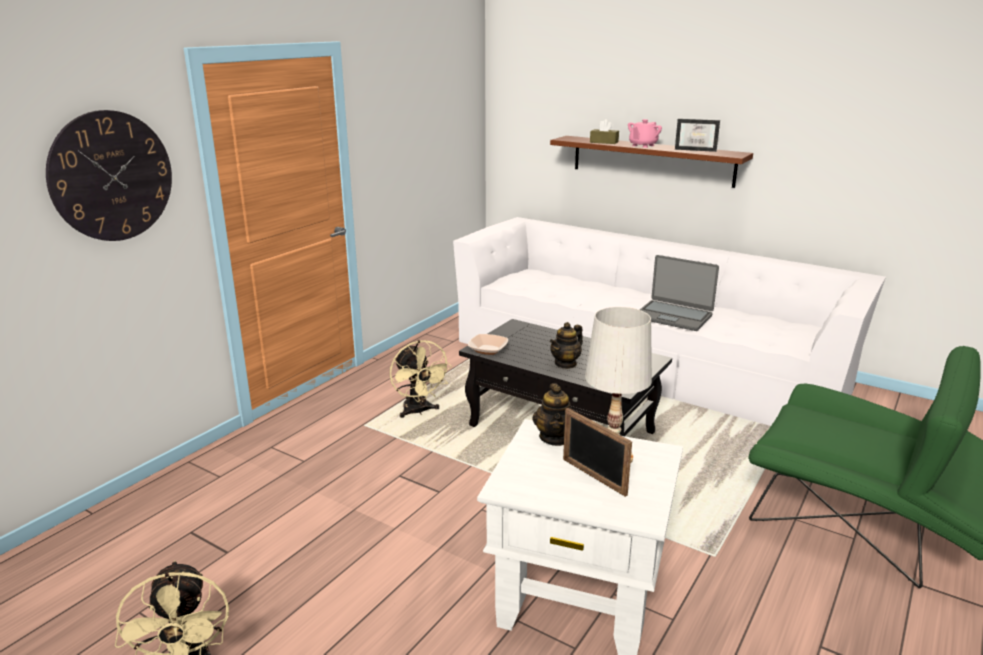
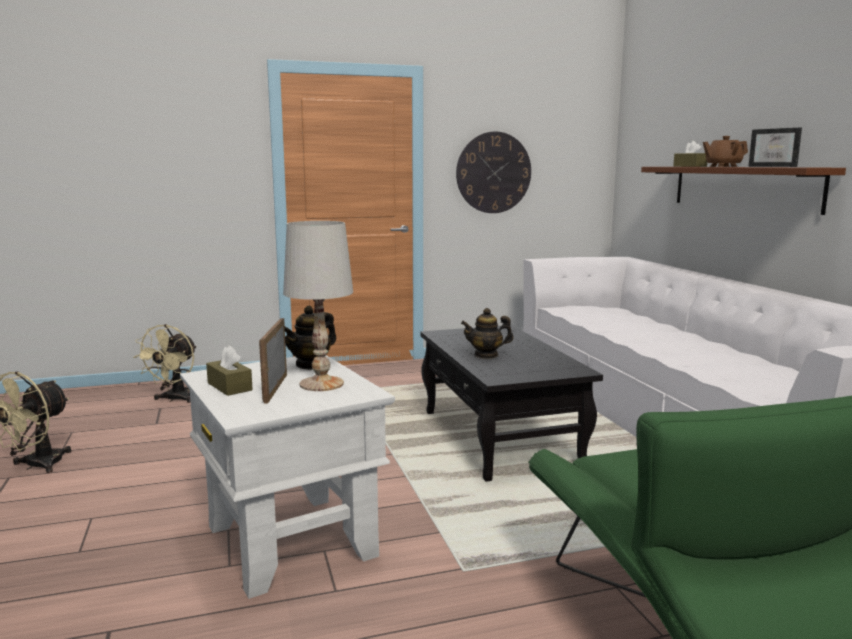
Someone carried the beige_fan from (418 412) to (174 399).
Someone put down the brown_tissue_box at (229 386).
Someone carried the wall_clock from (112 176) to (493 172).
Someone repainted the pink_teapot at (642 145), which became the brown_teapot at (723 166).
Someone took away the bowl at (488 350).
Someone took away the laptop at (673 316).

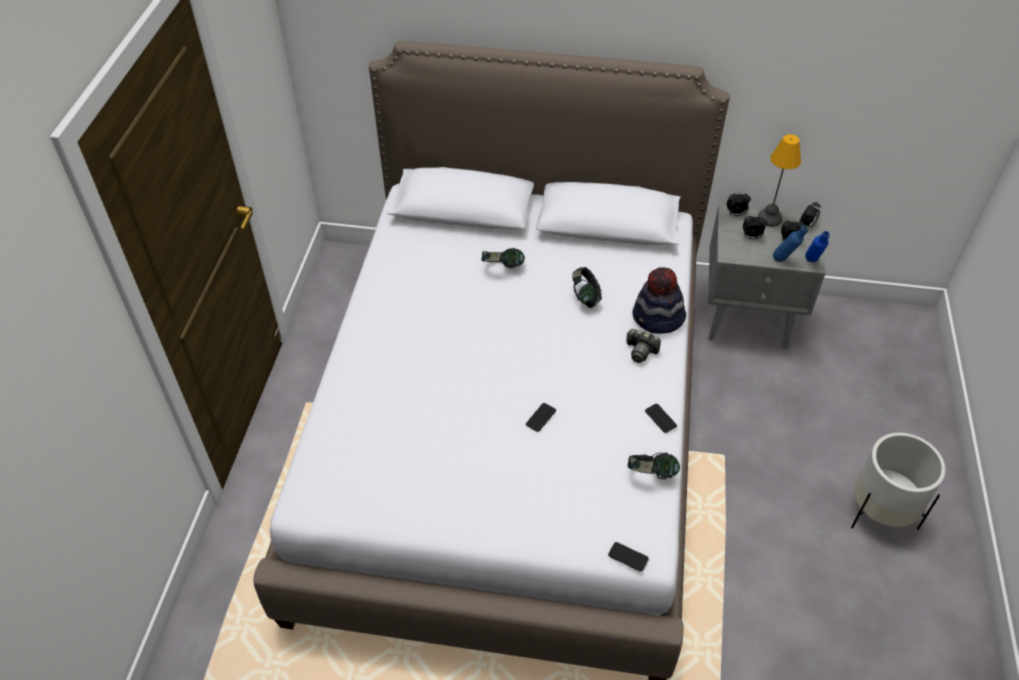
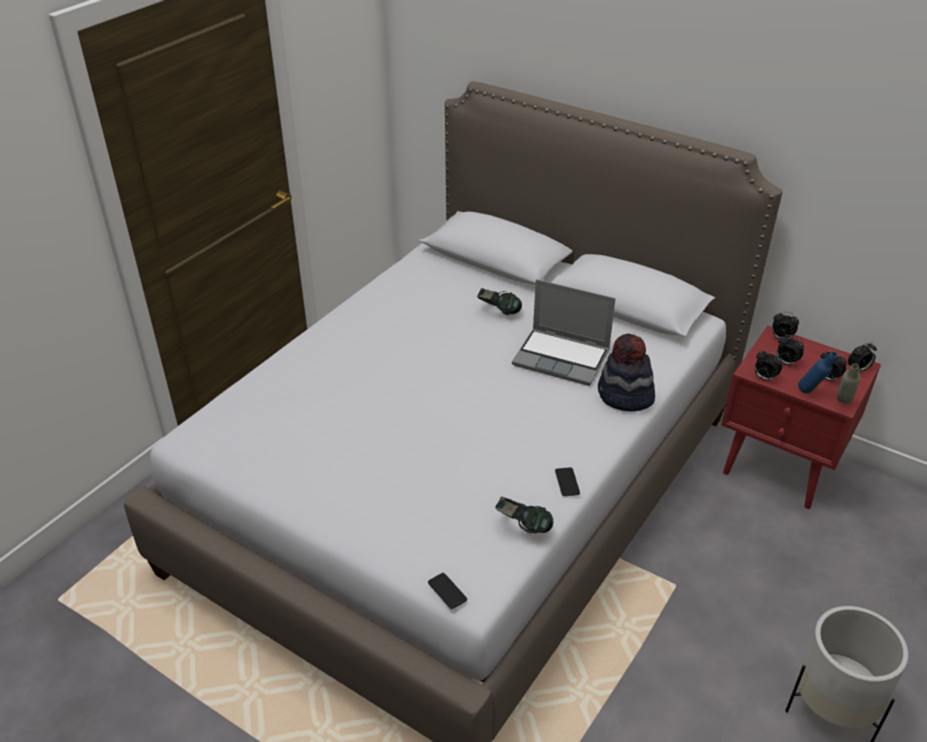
Someone swapped the headphones at (585 297) for the laptop at (562 358).
Someone repainted the grey_nightstand at (749 318), which became the red_nightstand at (780 467).
Someone put down the alarm_clock at (764 378).
Someone repainted the blue_bottle at (812 263), which became the grey_bottle at (842 404).
Someone took away the phone at (540 417).
Someone took away the photo_camera at (640 351).
Someone took away the table_lamp at (770 218).

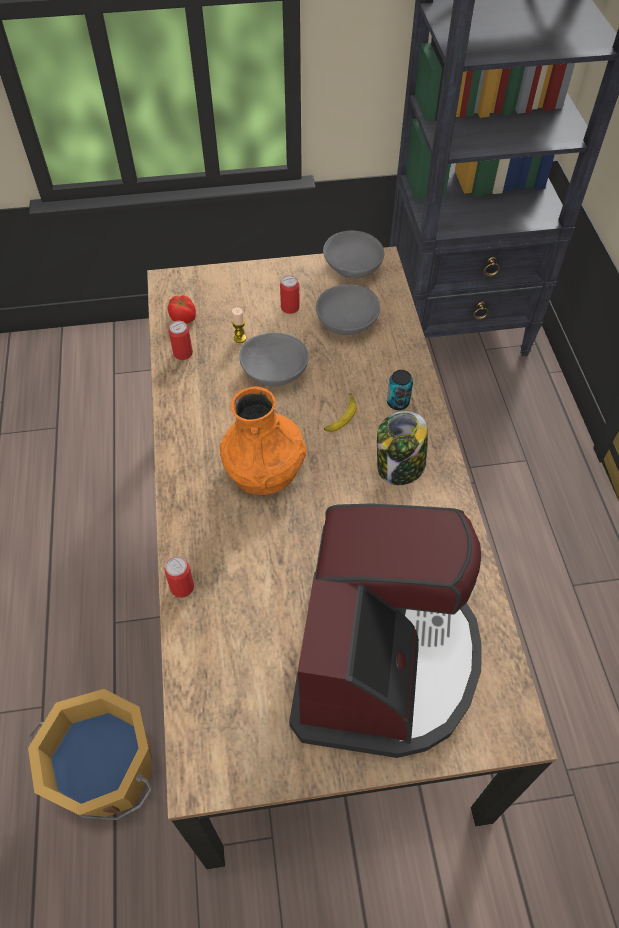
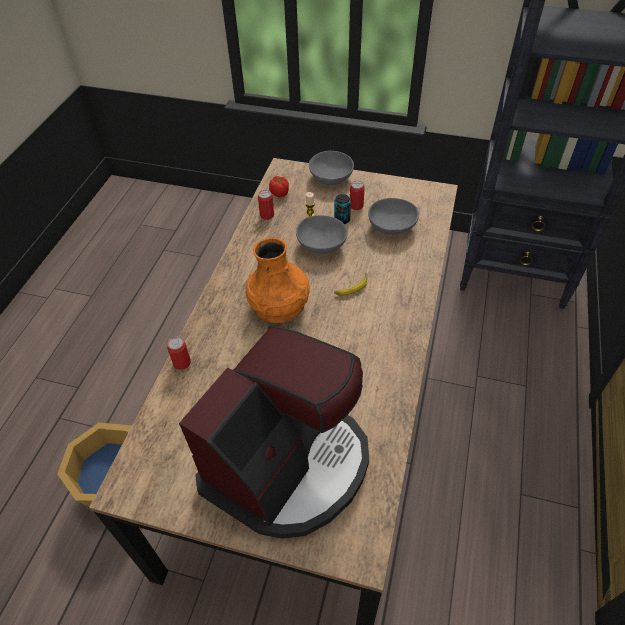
Someone carried the grey_bowl from (353 267) to (331 178).
Someone carried the can from (398 402) to (342 220).
Someone took away the jar at (400 467).

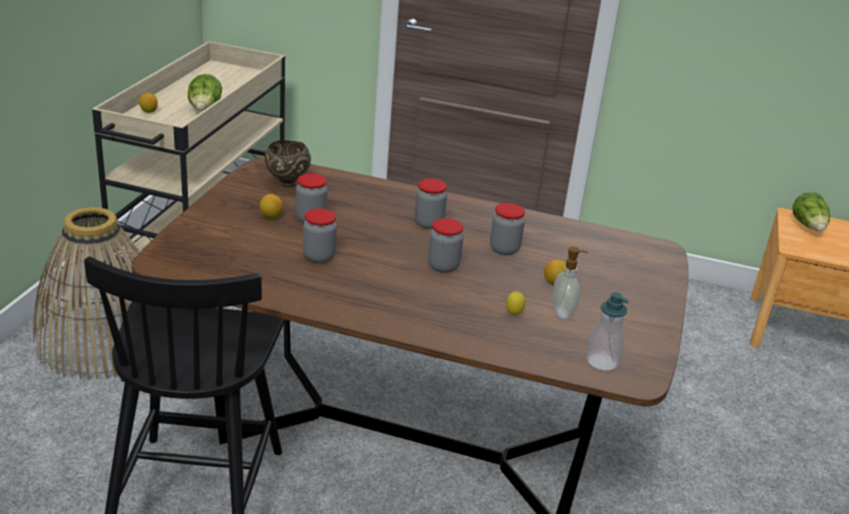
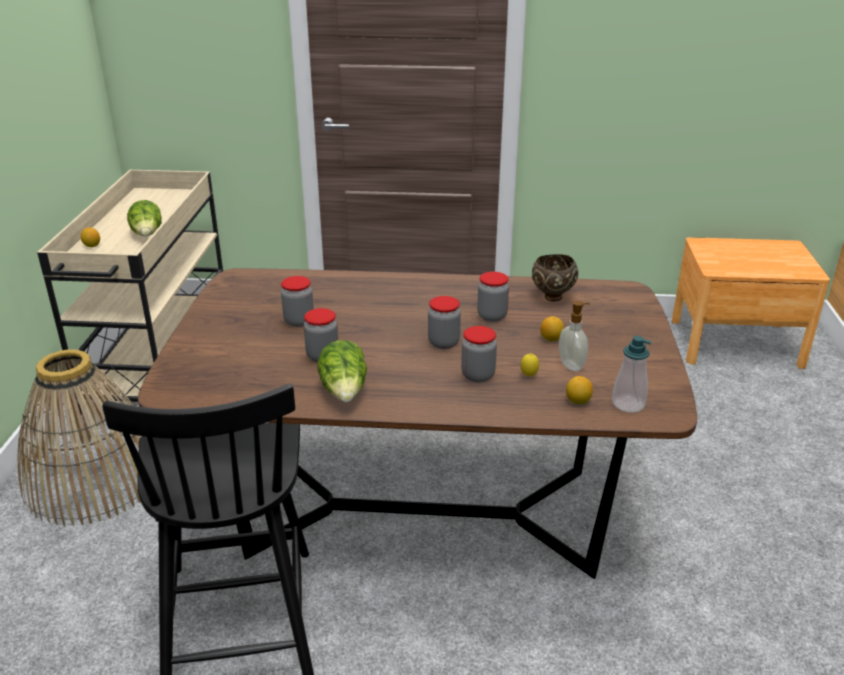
Someone carried the lettuce from (809 227) to (345 391).
Someone carried the jar from (428 223) to (478 375).
Someone carried the brown_bowl from (286 184) to (552 298).
Someone carried the lemon from (271 216) to (578 401).

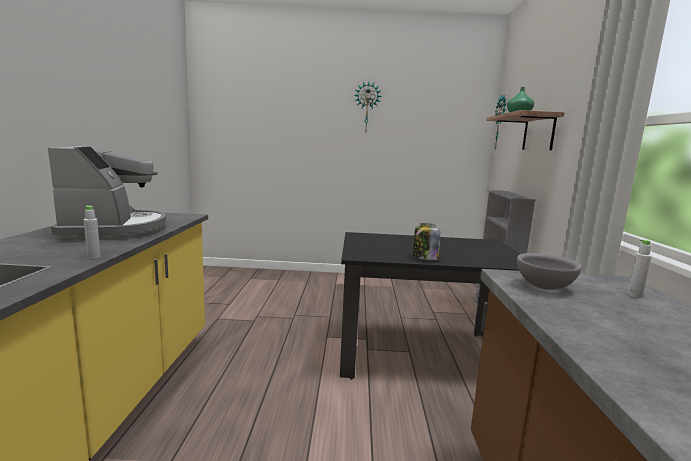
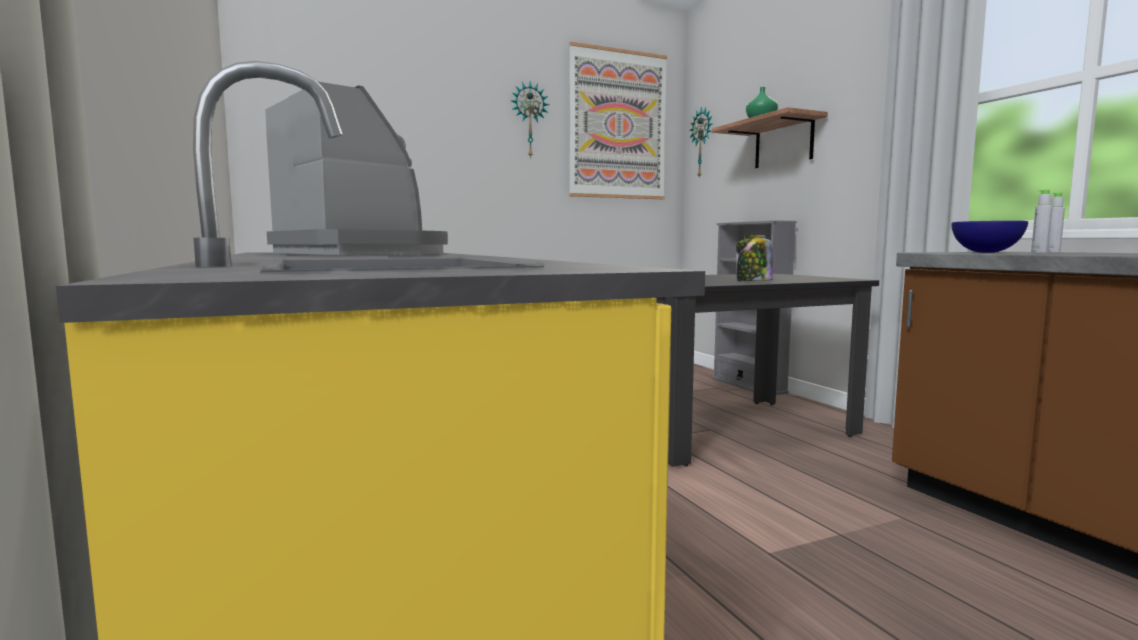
Someone put up the picture at (618 125).
Someone repainted the grey_bowl at (543 287), which became the blue_bowl at (985 252).
Someone carried the grey_bottle from (94 257) to (1039 252).

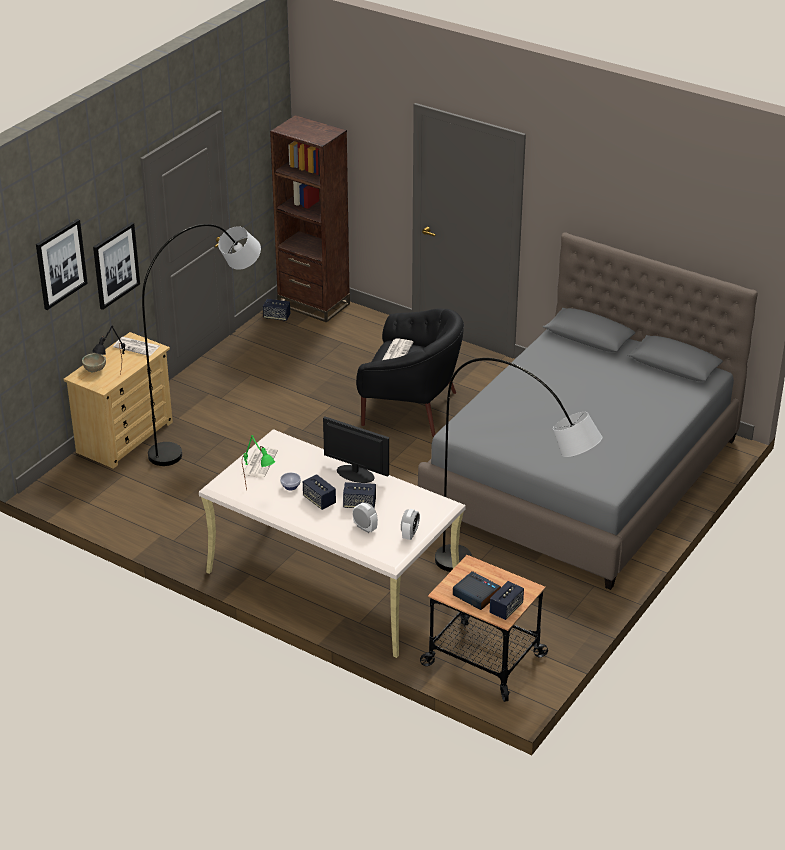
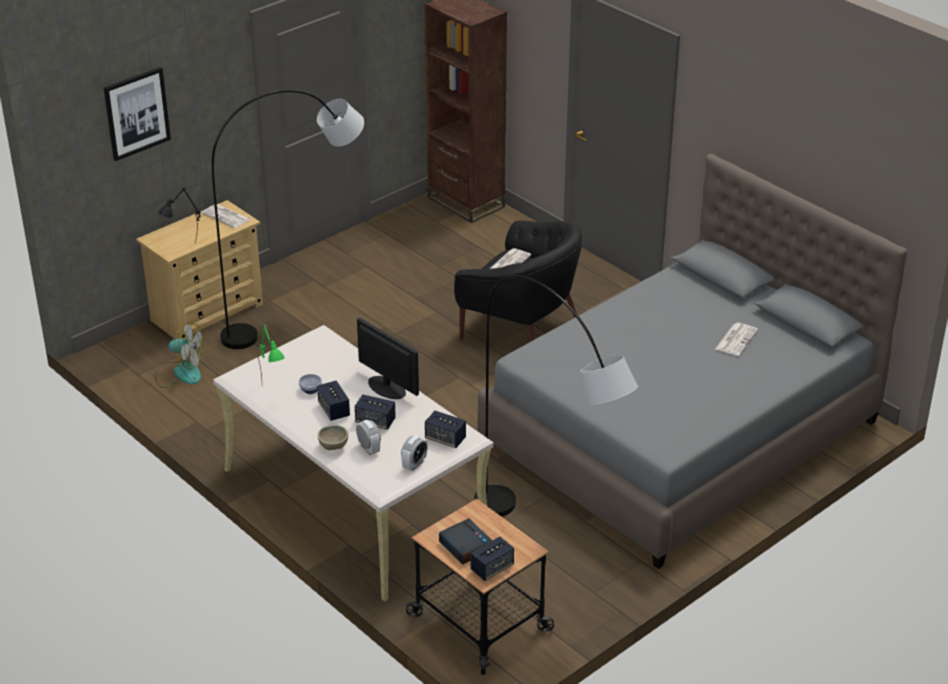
Someone put down the fan at (180 373).
Someone carried the beige_bowl from (95 370) to (334 446).
Someone carried the speaker from (277 317) to (445 439).
Someone carried the newspaper from (259 462) to (736 339).
Someone took away the picture at (115 265).

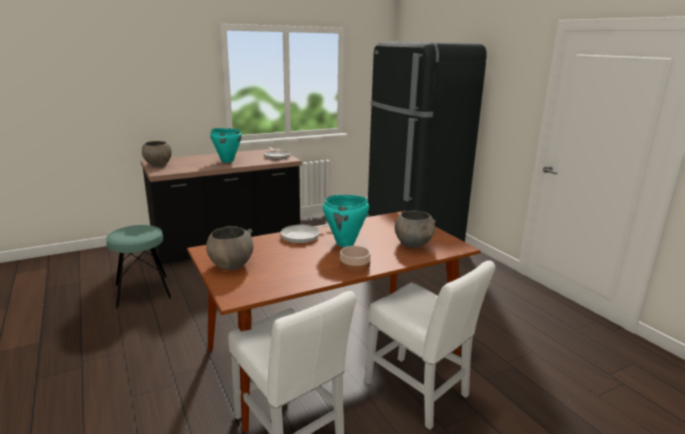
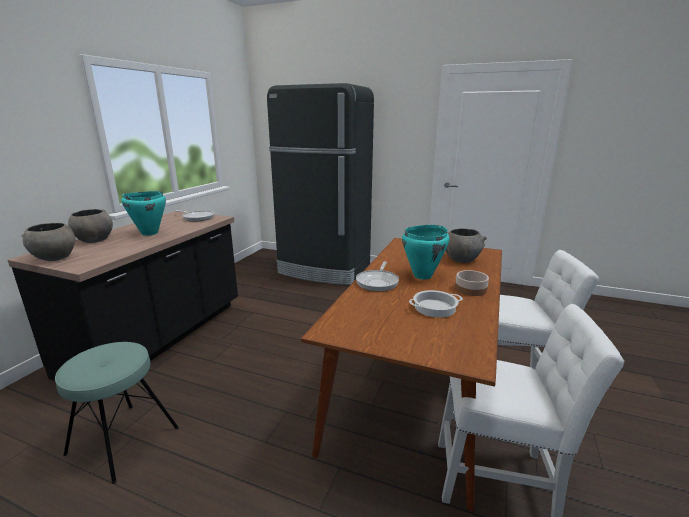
Someone carried the grey_bowl from (231 264) to (94 240).
Someone put down the cooking_pot at (434 308).

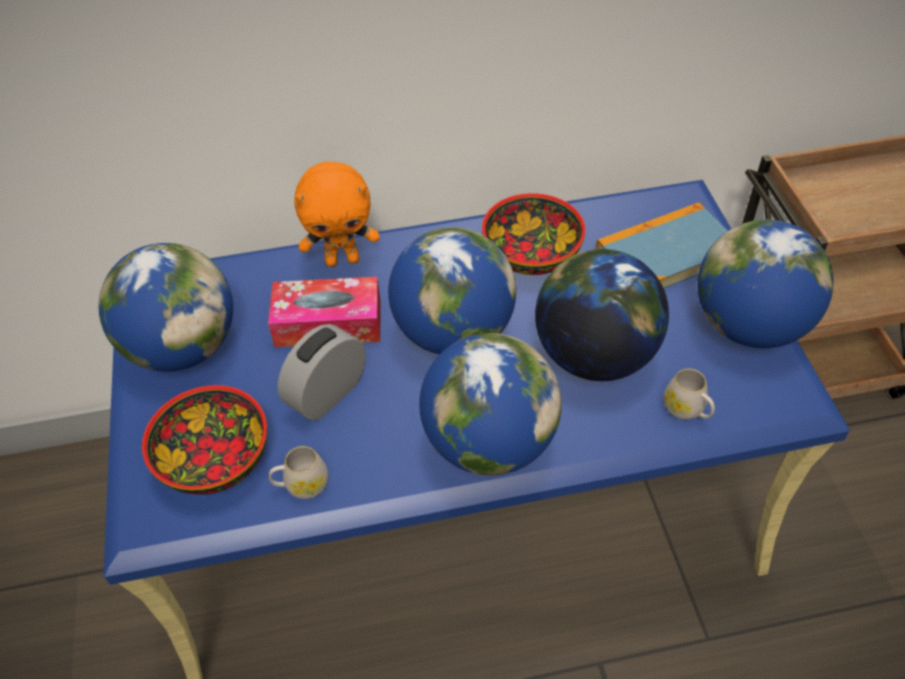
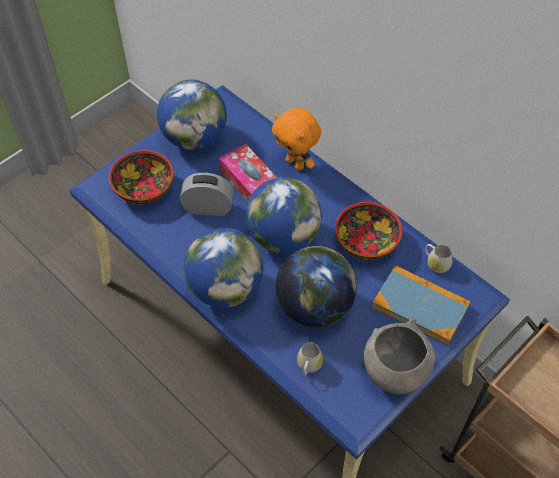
Someone swapped the globe at (749 325) for the grey_bowl at (394 372).
Someone carried the white_mug from (301 485) to (435 263).

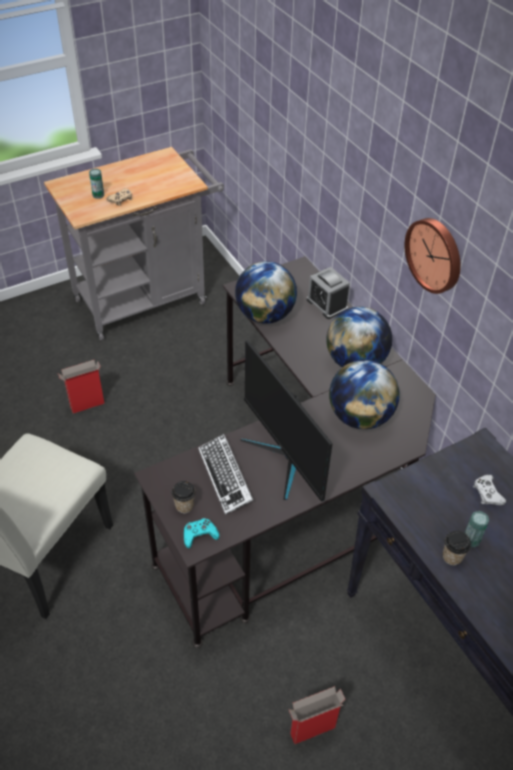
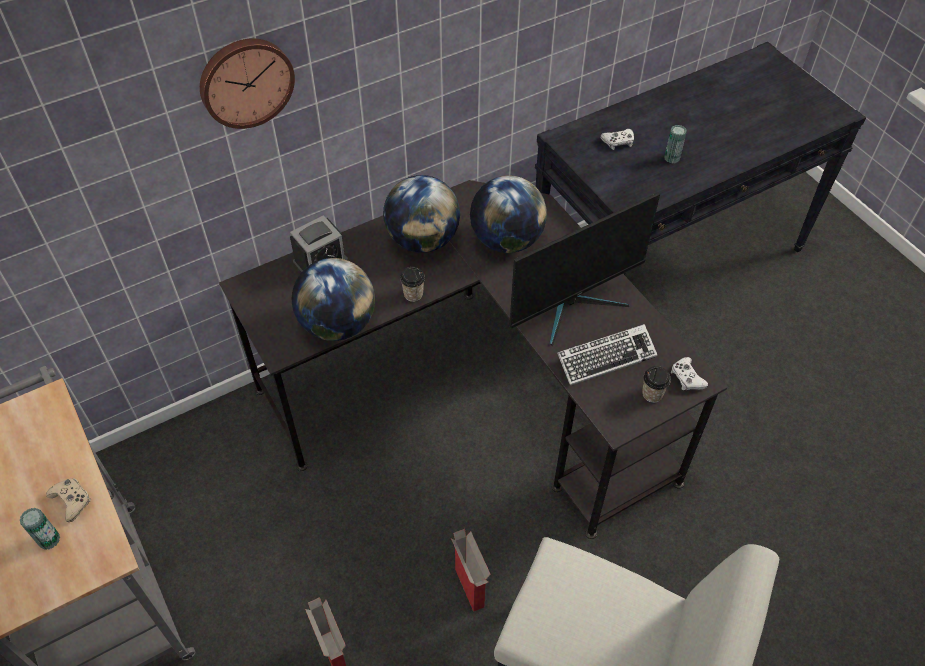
Someone carried the wall_clock from (435 254) to (245 81).
Someone carried the cup from (452 557) to (413 294).
Someone carried the cardboard_box from (311 731) to (470 589).
Someone repainted the turquoise_game_controller at (199 535), which became the white_game_controller at (687 378).

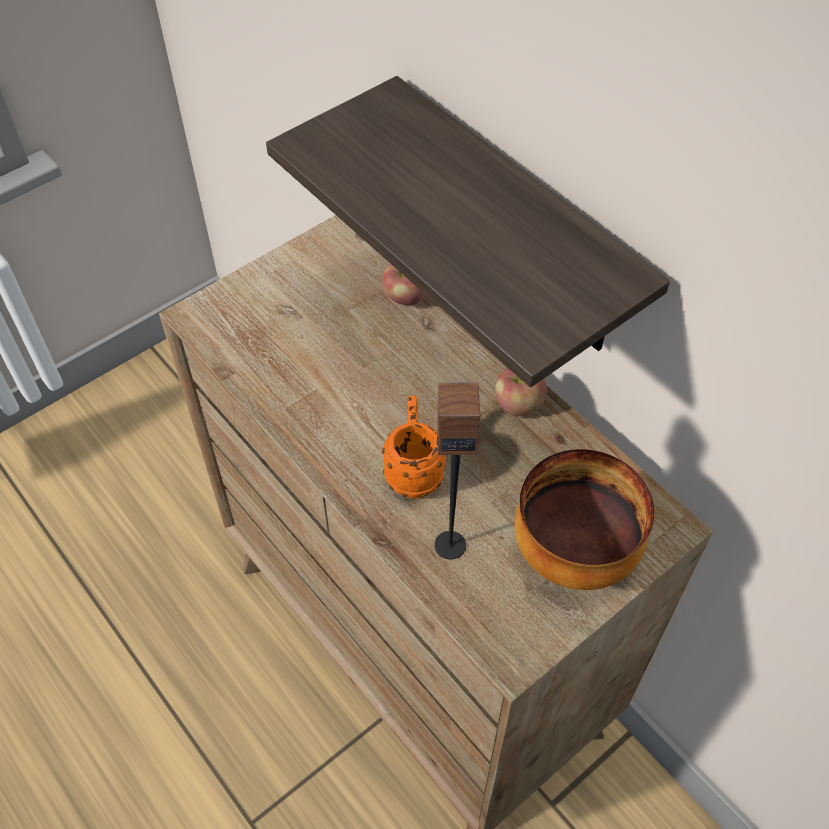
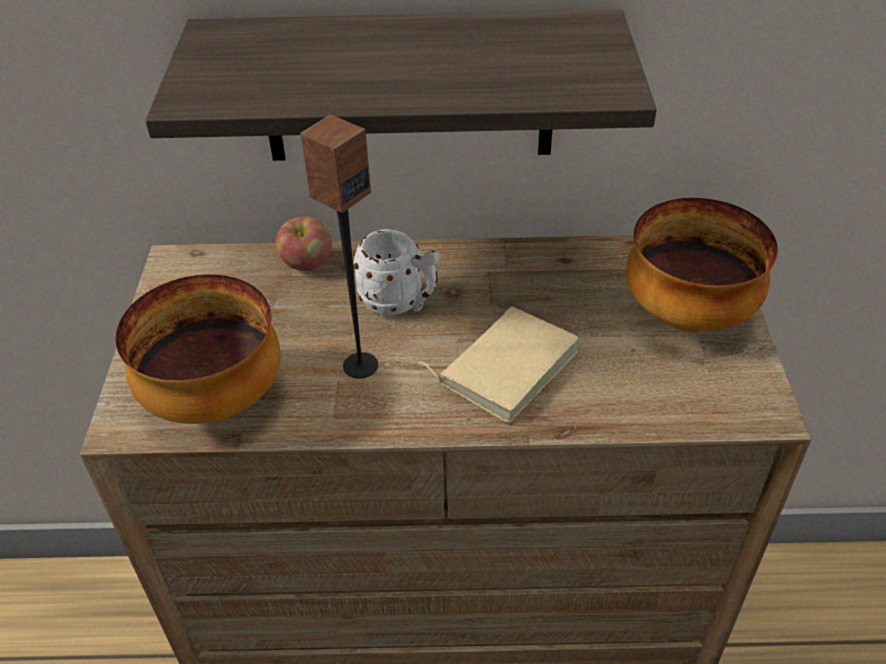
Someone put down the bowl at (213 400).
Someone carried the speaker from (450 544) to (360 365).
Someone put down the white_mug at (400 303).
Someone swapped the orange_mug at (413 470) for the beige_book at (506 365).
Someone took away the apple at (518 405).

